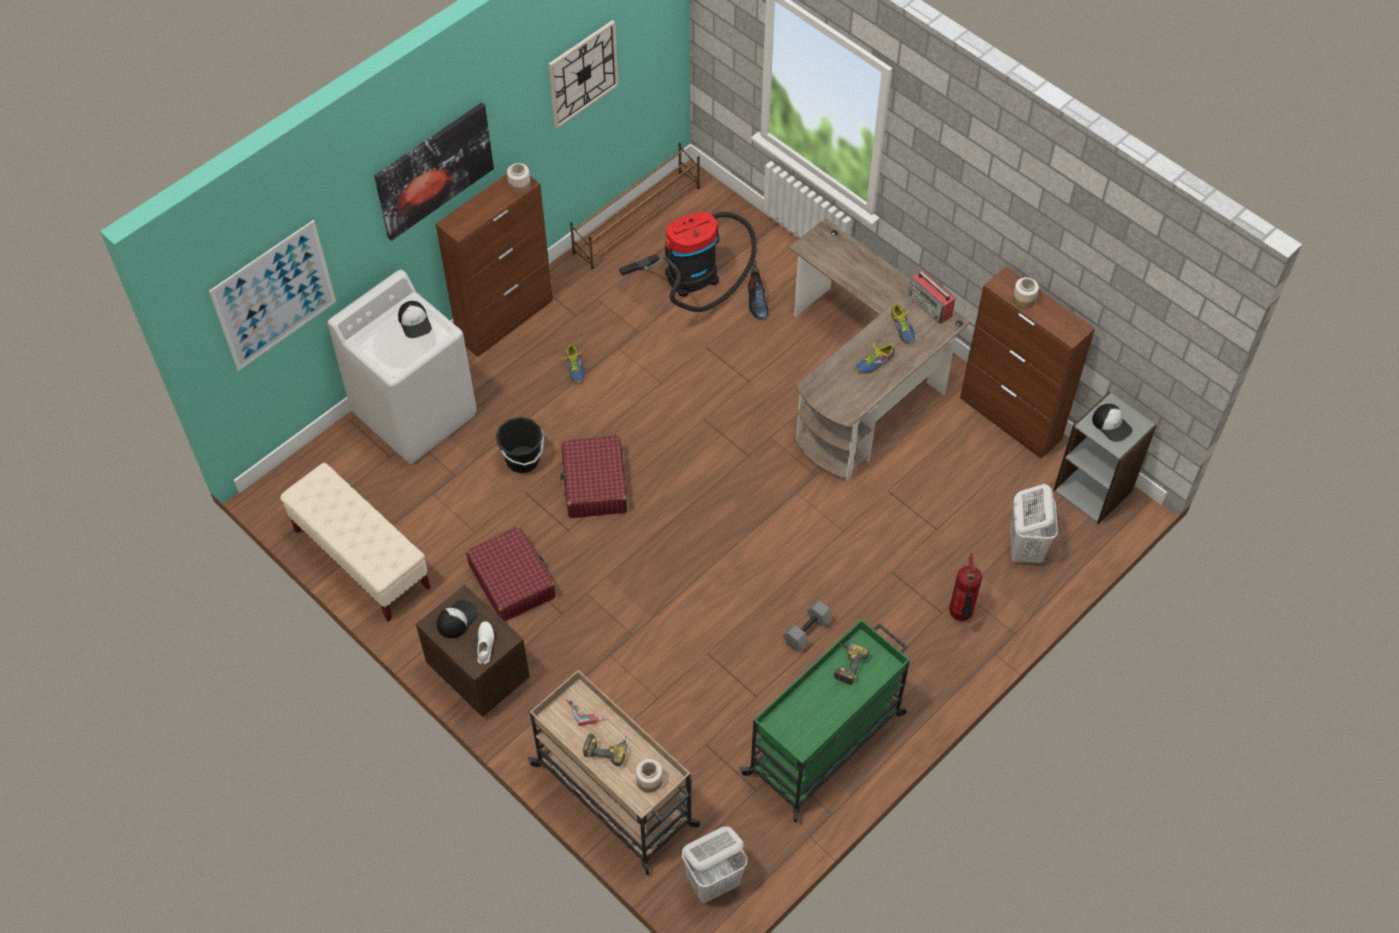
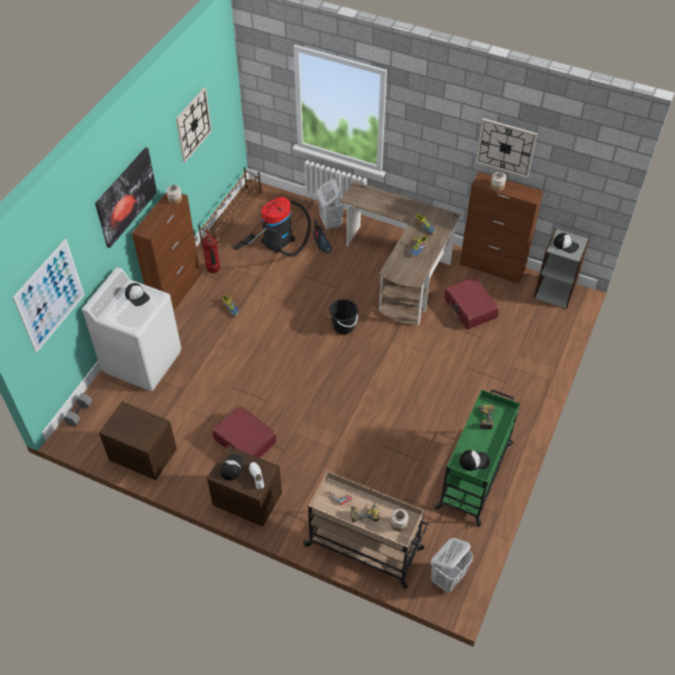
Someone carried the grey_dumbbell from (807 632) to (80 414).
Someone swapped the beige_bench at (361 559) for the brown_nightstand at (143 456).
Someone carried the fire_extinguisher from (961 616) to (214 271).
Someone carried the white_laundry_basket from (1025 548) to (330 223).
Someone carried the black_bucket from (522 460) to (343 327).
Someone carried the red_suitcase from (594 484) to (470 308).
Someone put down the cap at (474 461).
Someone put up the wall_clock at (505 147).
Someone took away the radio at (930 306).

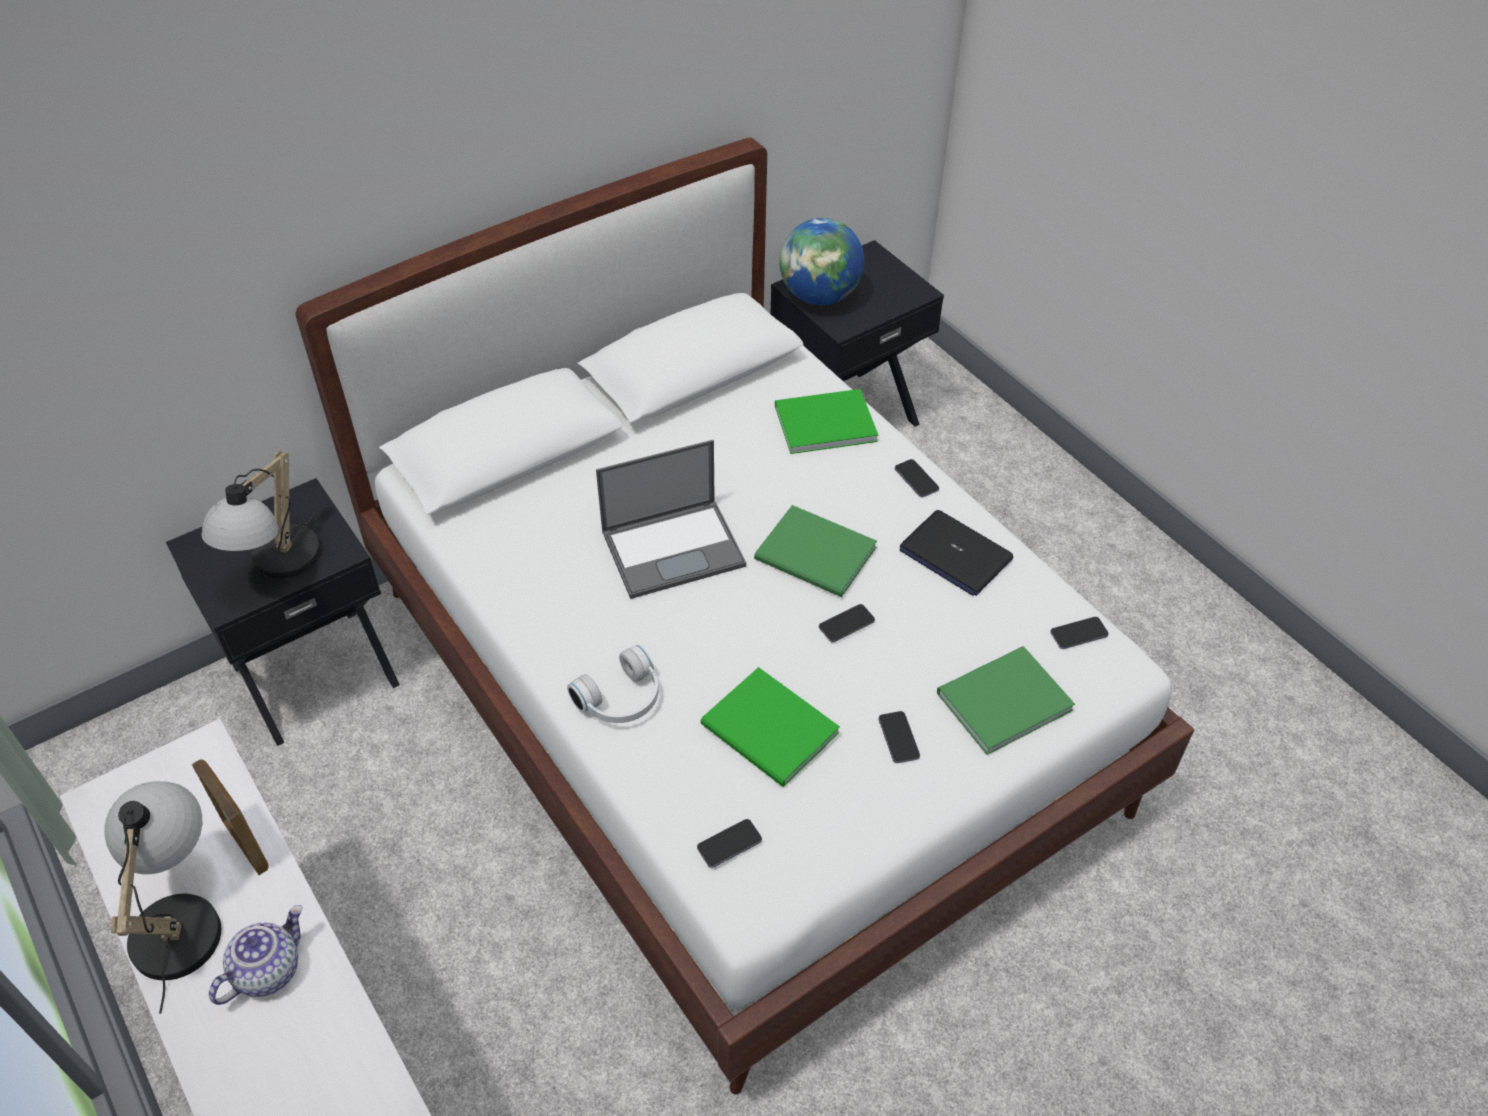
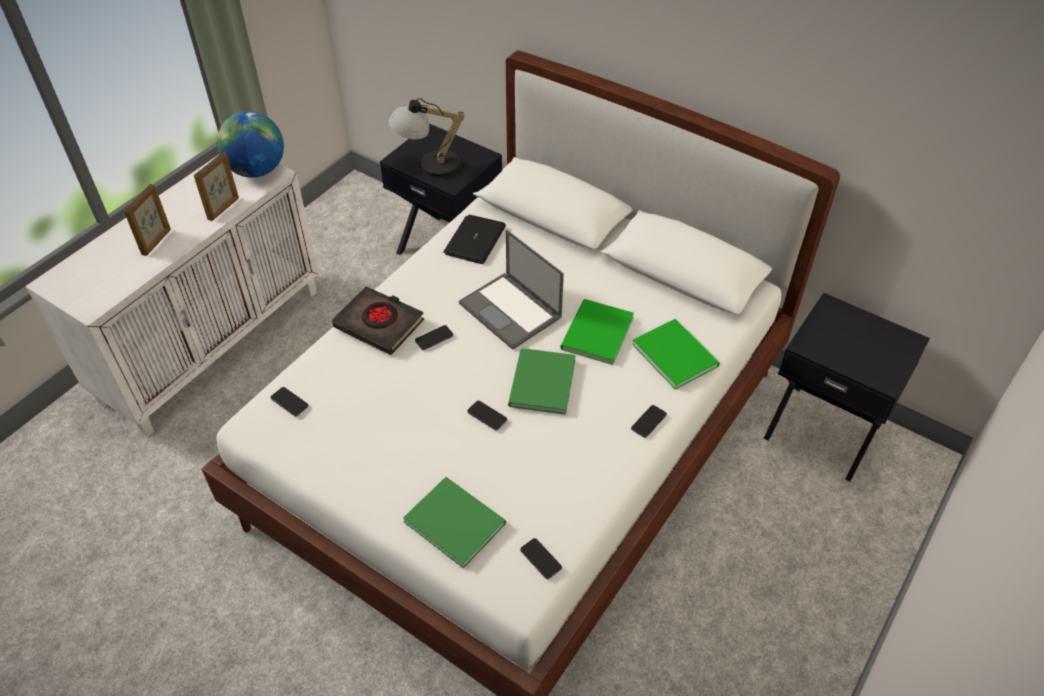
Someone swapped the teapot at (267 969) for the picture_frame at (157 242).
Someone carried the globe from (819 296) to (257 170).
Someone swapped the white_headphones at (622 700) for the black_book at (379 324).
Someone carried the phone from (898 738) to (434 338).
Someone carried the laptop from (955 554) to (475 240).
Someone carried the green_book from (770 732) to (595 334).
Someone took away the table_lamp at (180 915).

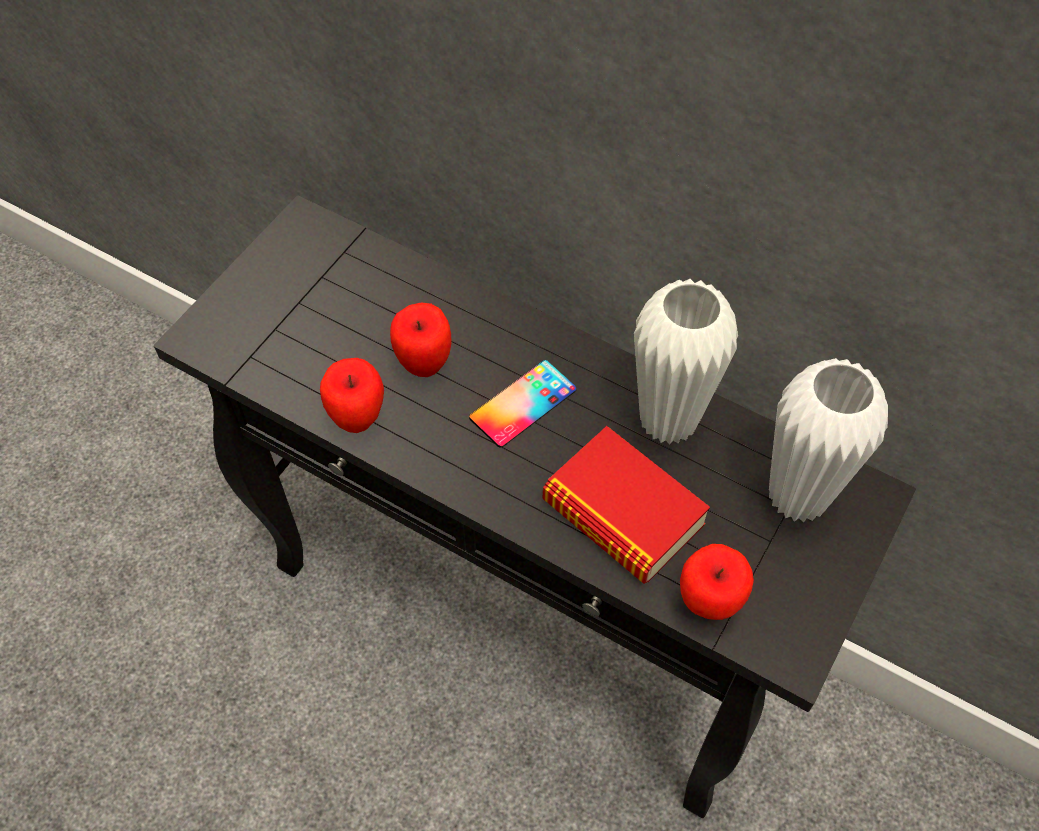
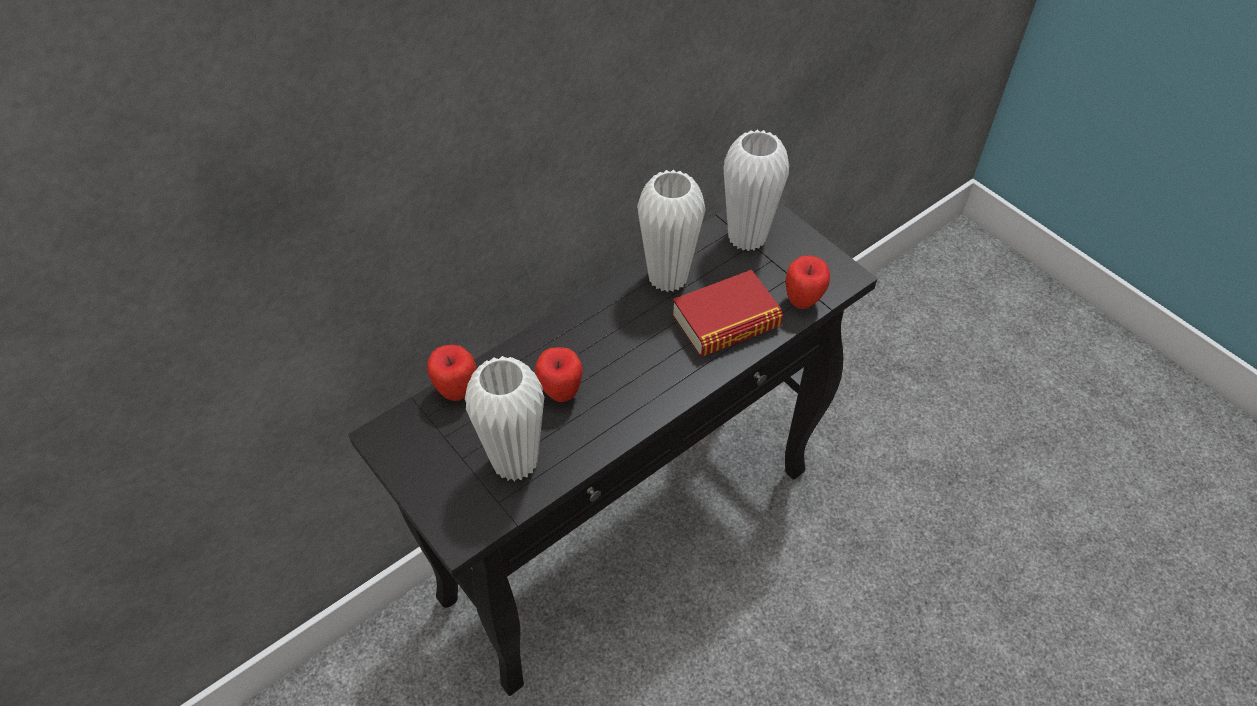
Someone carried the apple from (358 419) to (456 391).
Someone put down the white_vase at (515 462).
Someone took away the phone at (523 403).

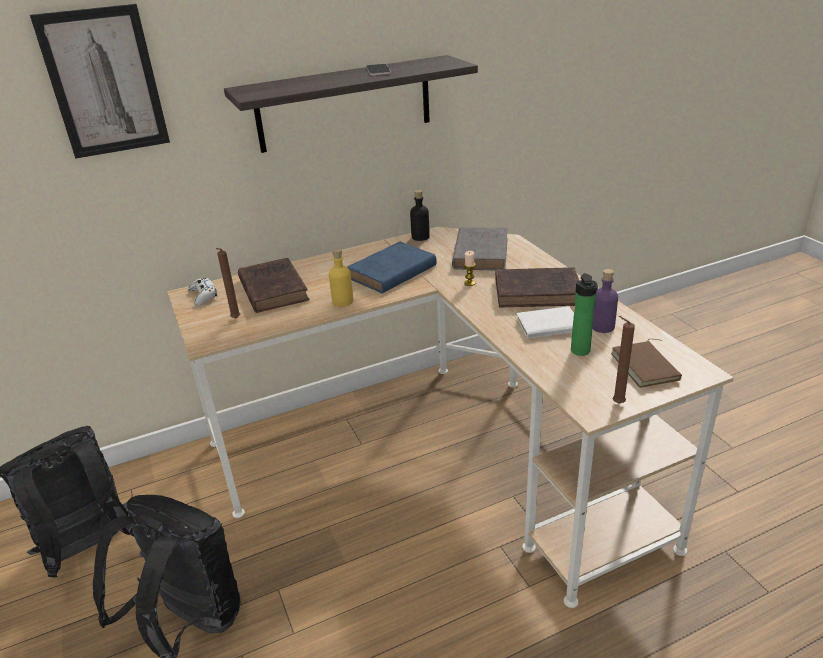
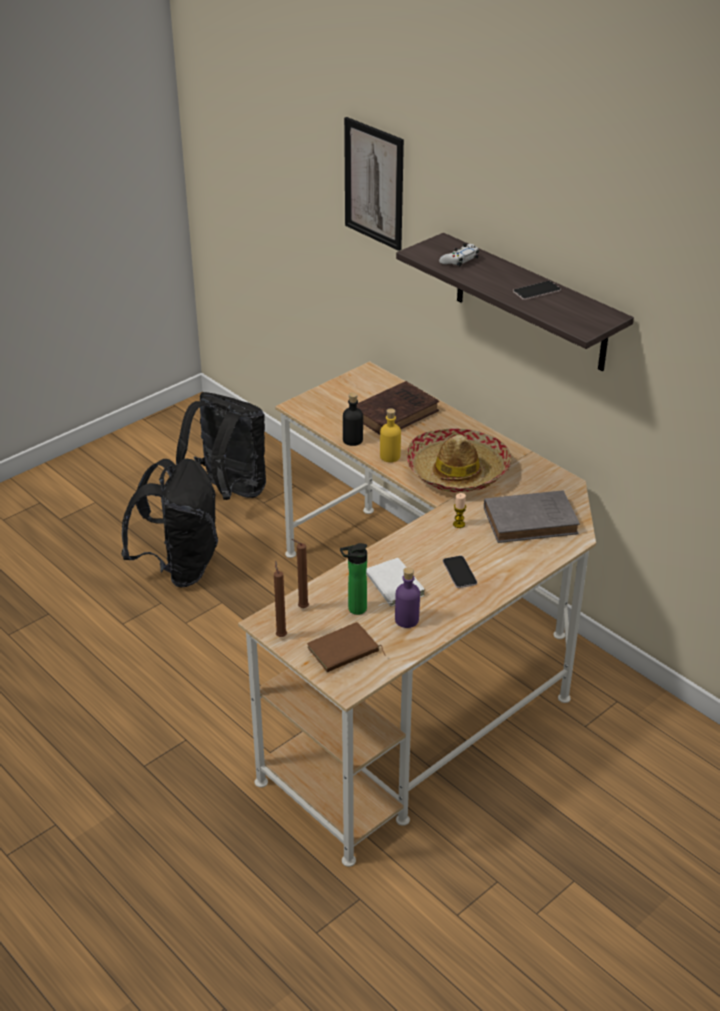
Someone carried the brown_candle from (235 319) to (301 608).
Someone carried the black_bottle from (420 237) to (352 440).
Someone swapped the blue_book at (390 273) for the hat at (457 471).
Someone carried the white_game_controller from (203 295) to (460 260).
Someone swapped the brown_book at (539 292) for the phone at (459 572).

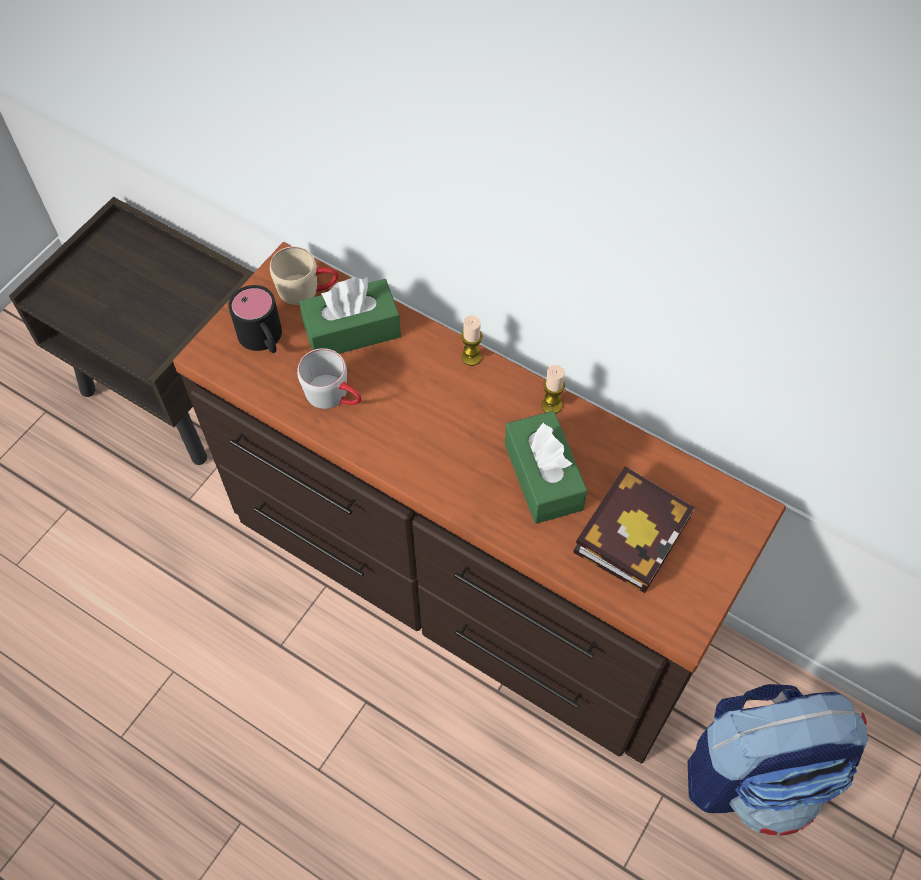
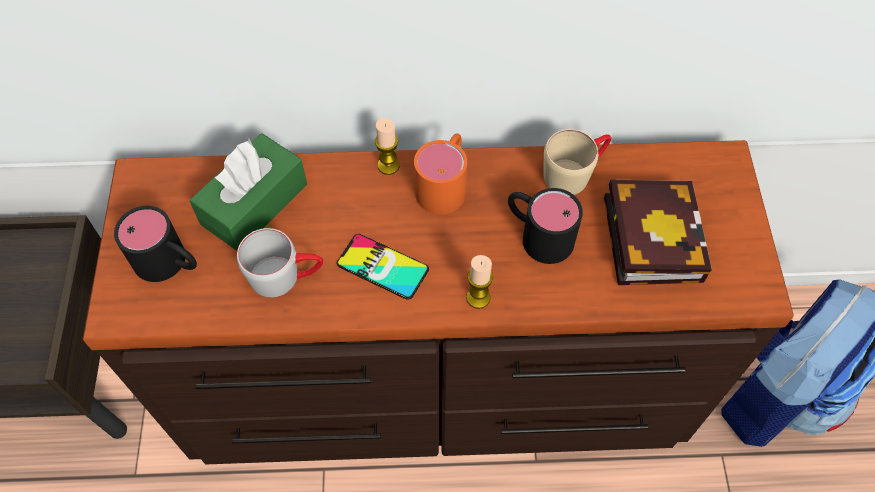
Someone put down the phone at (382 267).
Someone put down the orange_mug at (445 183).
Someone carried the candle from (551 405) to (478 297).
Someone swapped the green_tissue_box at (543 476) for the black_mug at (537 234).
Someone carried the beige_mug from (308 290) to (574 172).

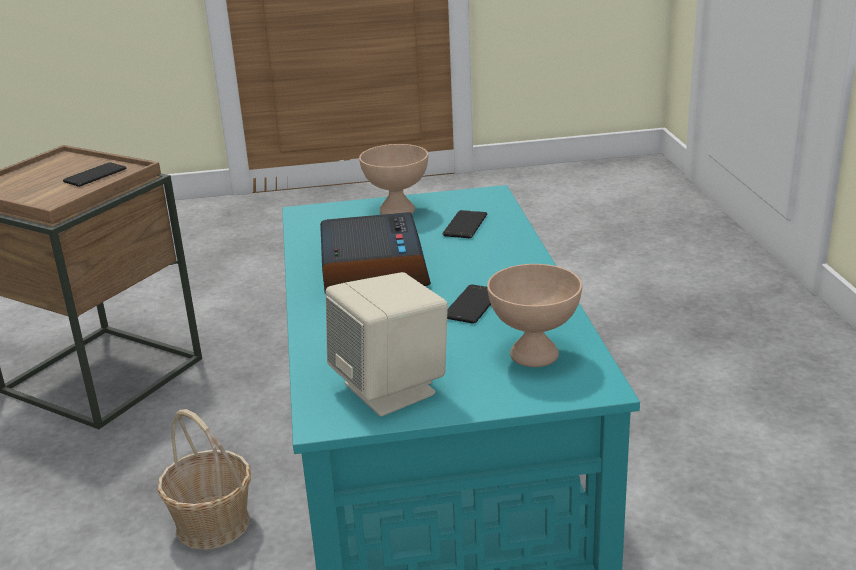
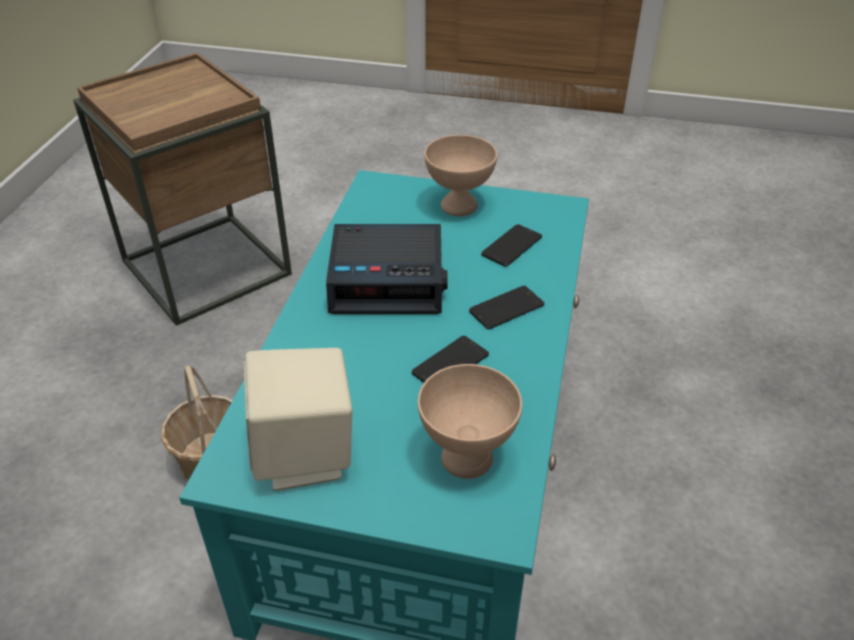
Someone rotated the alarm_clock at (372 268) by 75 degrees clockwise.
Someone carried the phone from (95 175) to (506 308).

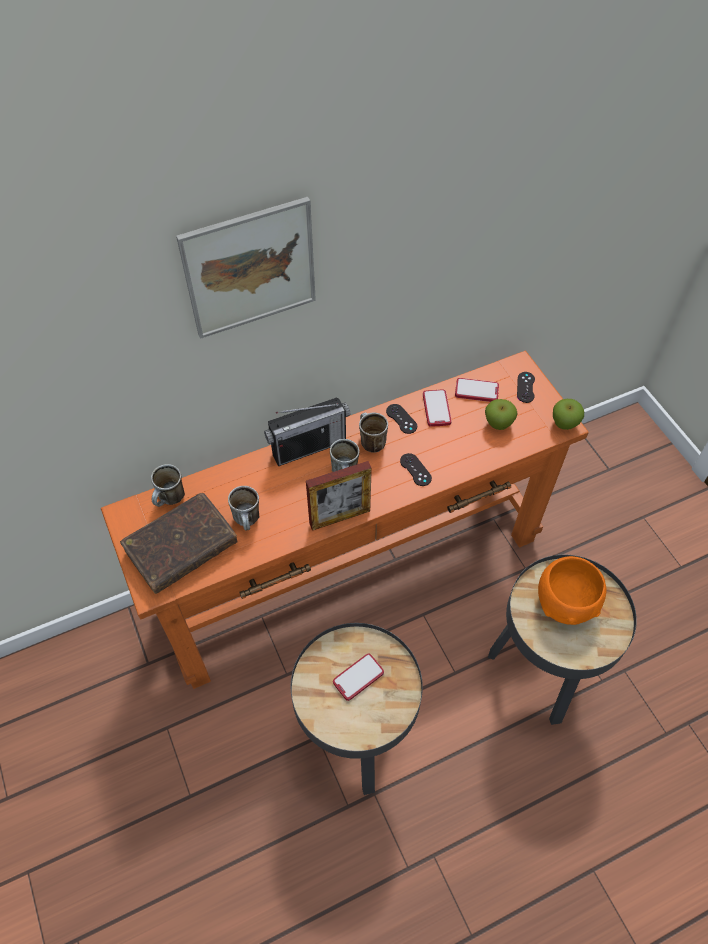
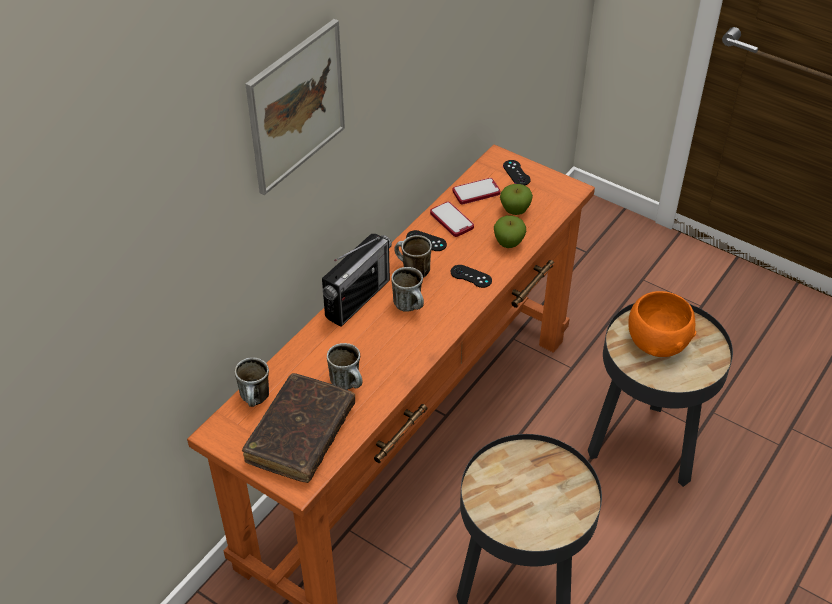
Someone carried the apple from (564 423) to (508 243).
Someone took away the picture_frame at (339 517).
Someone took away the phone at (358 677).

